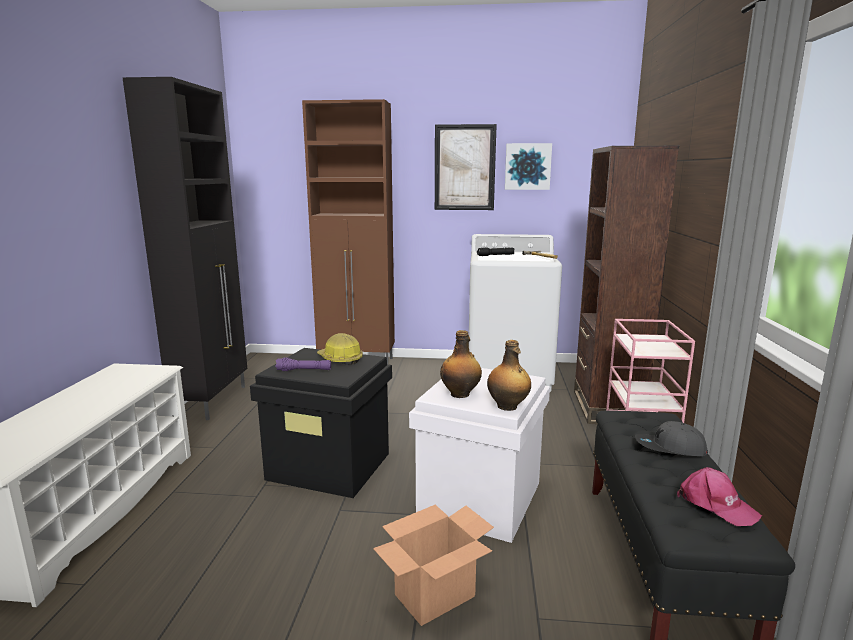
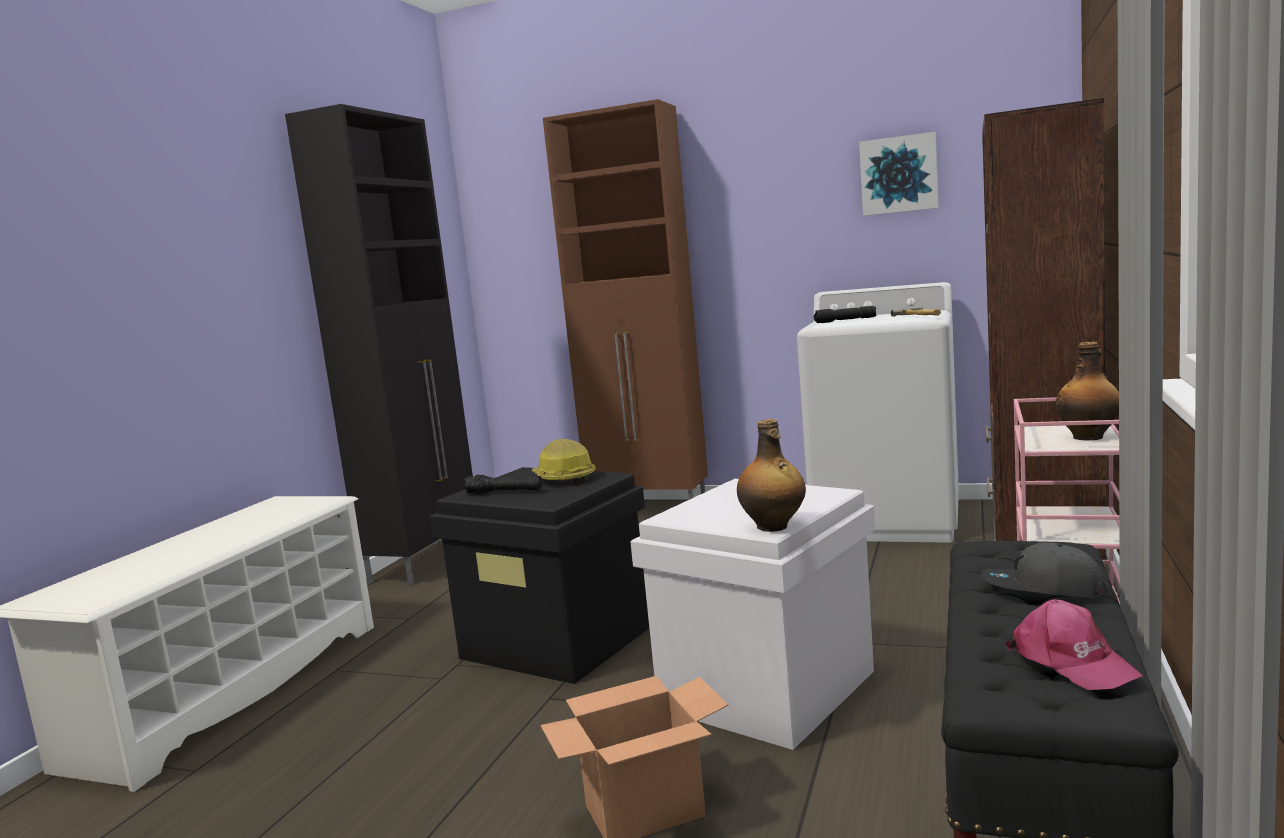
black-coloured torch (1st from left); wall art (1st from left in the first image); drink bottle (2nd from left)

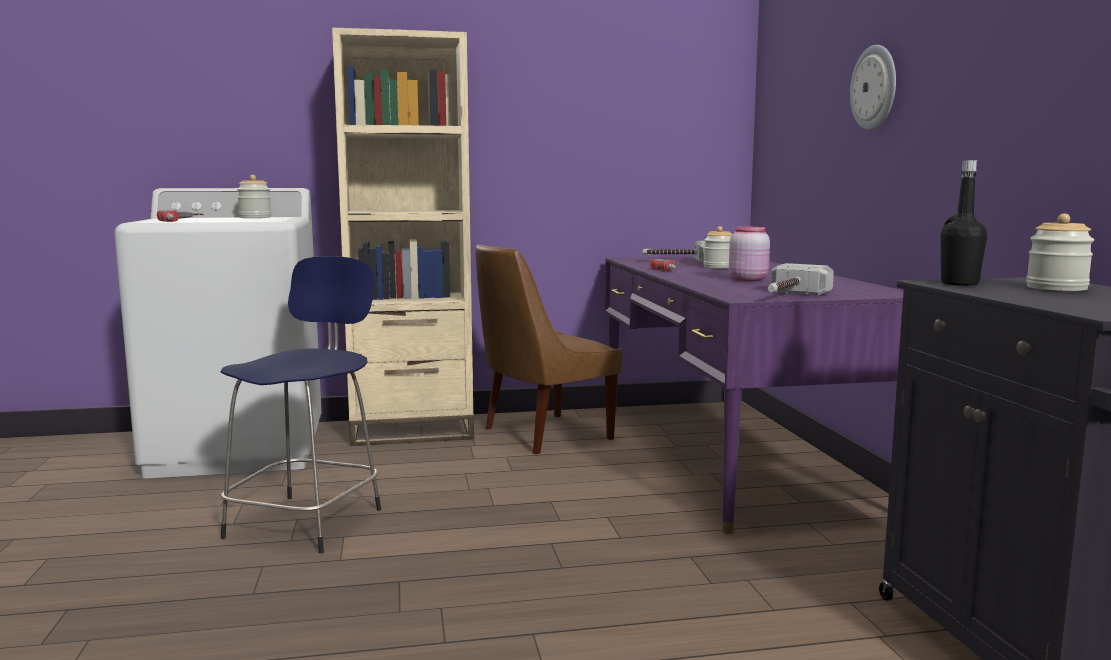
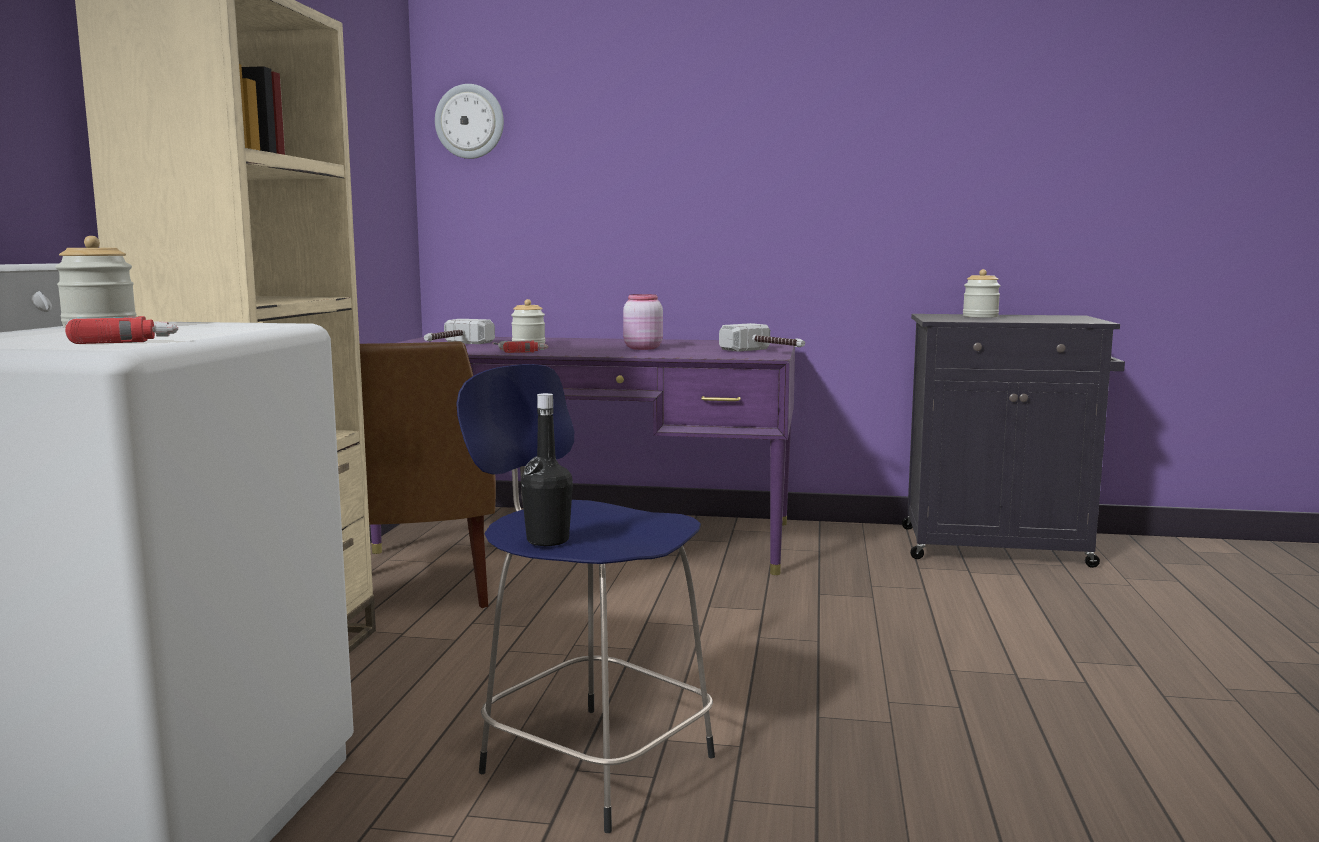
wall clock; black-coloured drink bottle

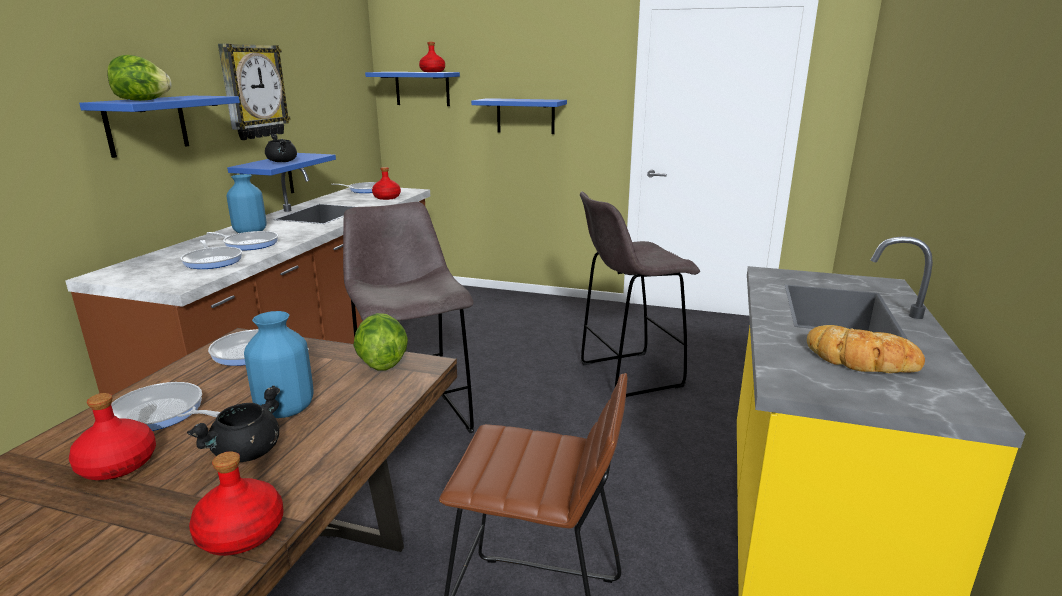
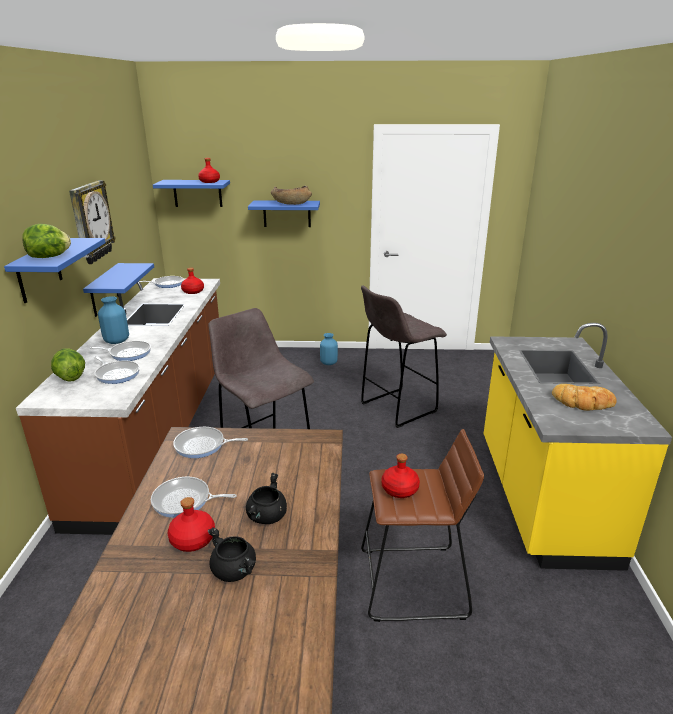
red-coloured drink bottle (4th from left); blue-coloured flower vase (2nd from left); black-coloured cooking pot (1st from left); lettuce (2nd from left); brown-coloured bowl

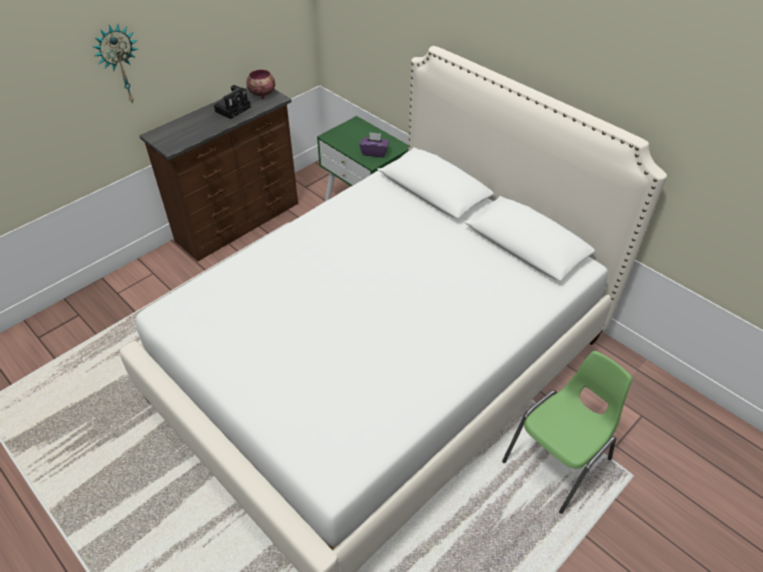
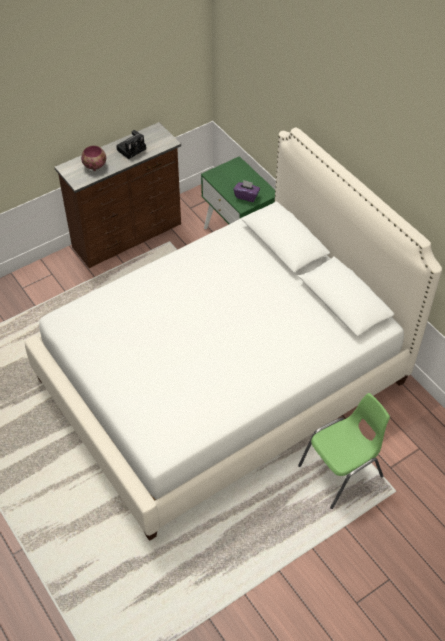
wall clock; bowl

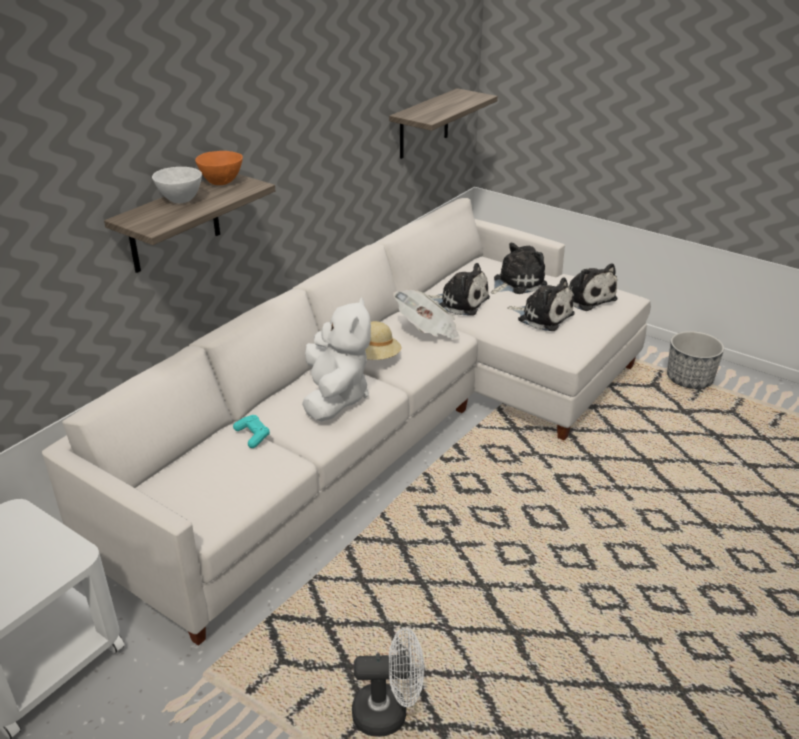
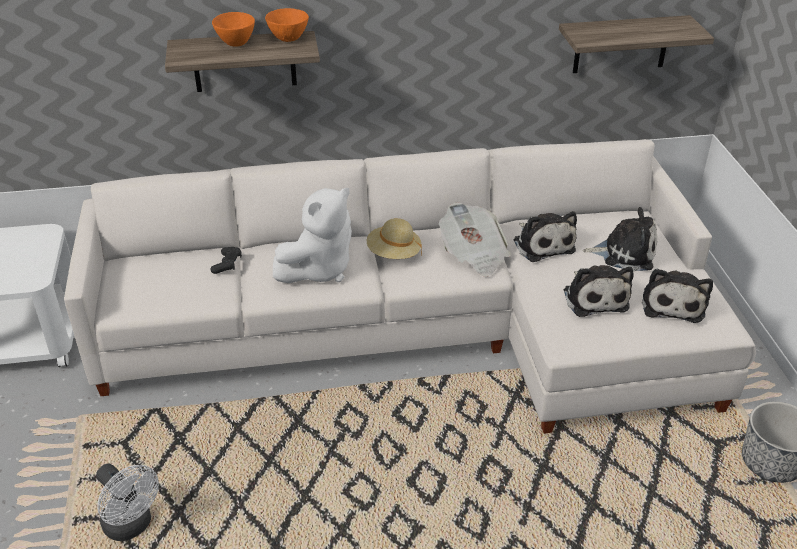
orange bowl (1st from left); black-coloured game controller

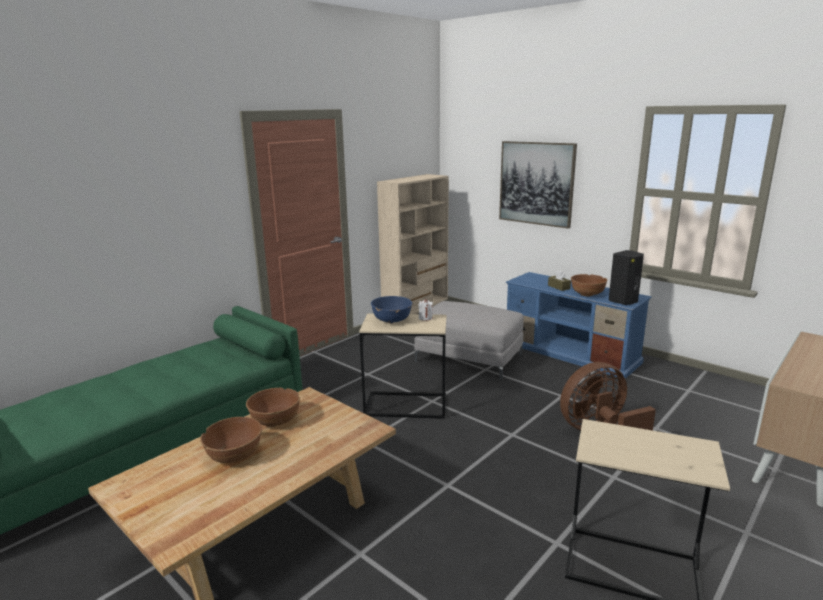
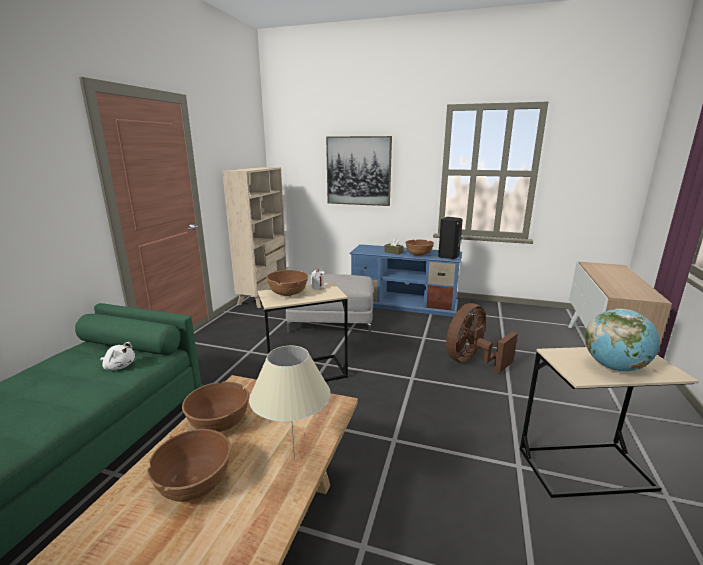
brown-coloured bowl (3rd from left); whitish soft toy; beige tabletop lamp; desk globe

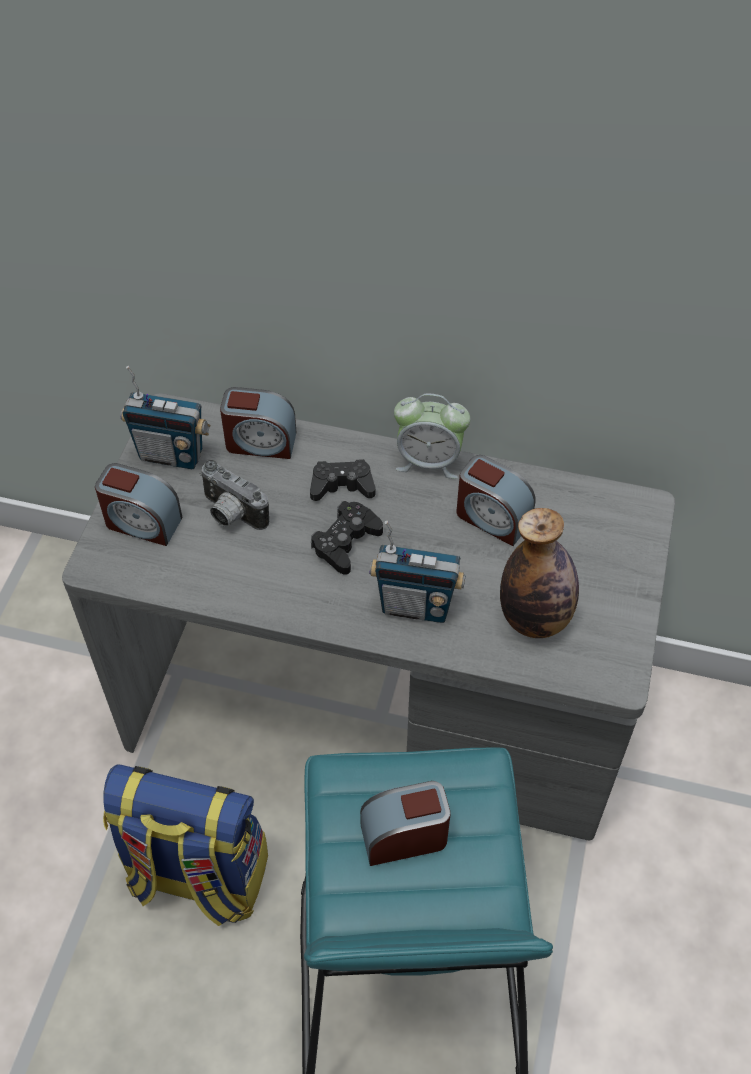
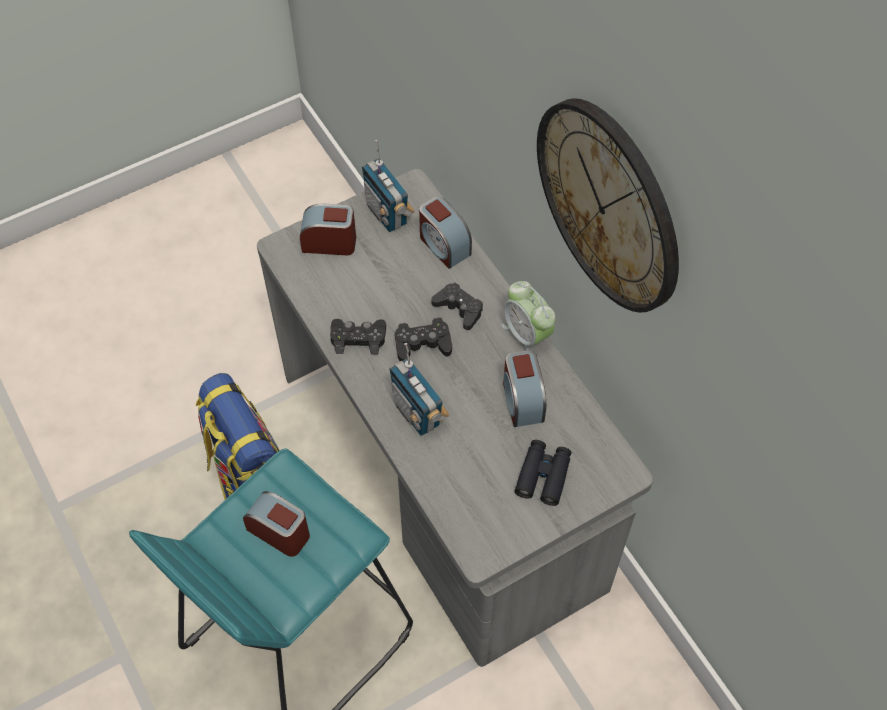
bedside clock (2nd from left); photo camera; drink bottle; black-coloured game controller (1st from left); black-coloured binoculars; wall clock

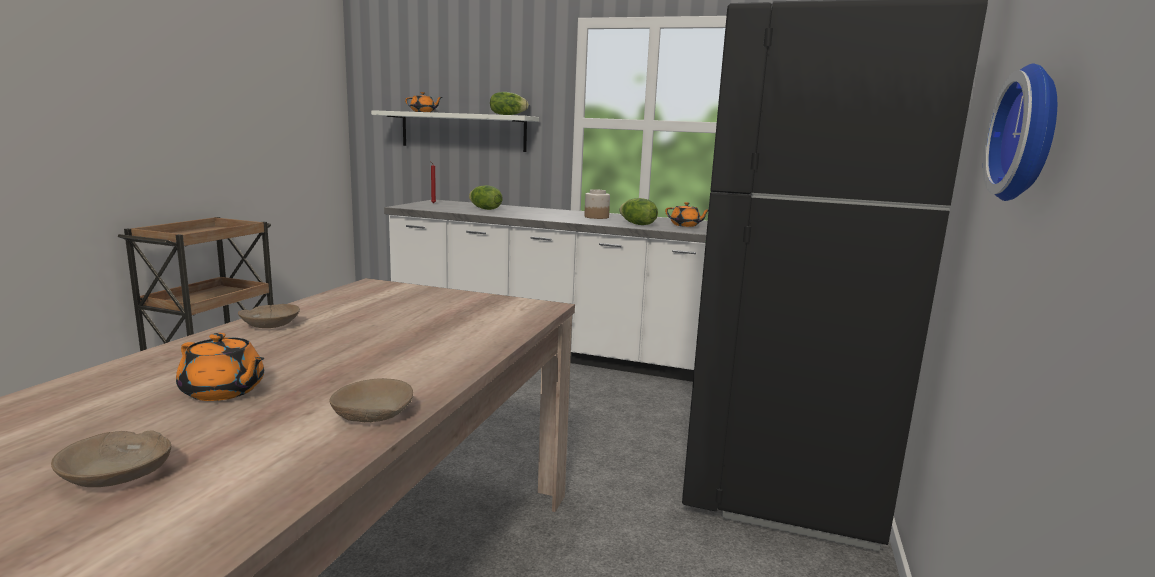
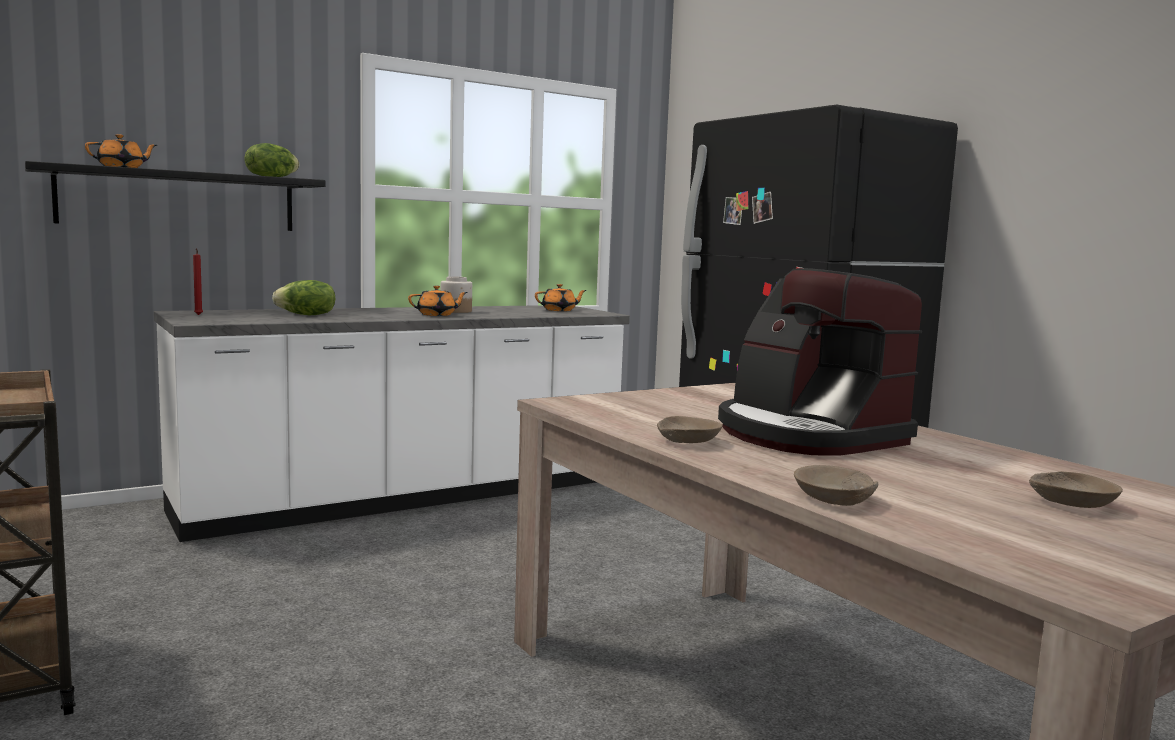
orange pot for tea (2nd from left); beige bowl (2nd from left); black-coloured wall shelf; lettuce (3rd from left in the first image); wall clock; coffee maker

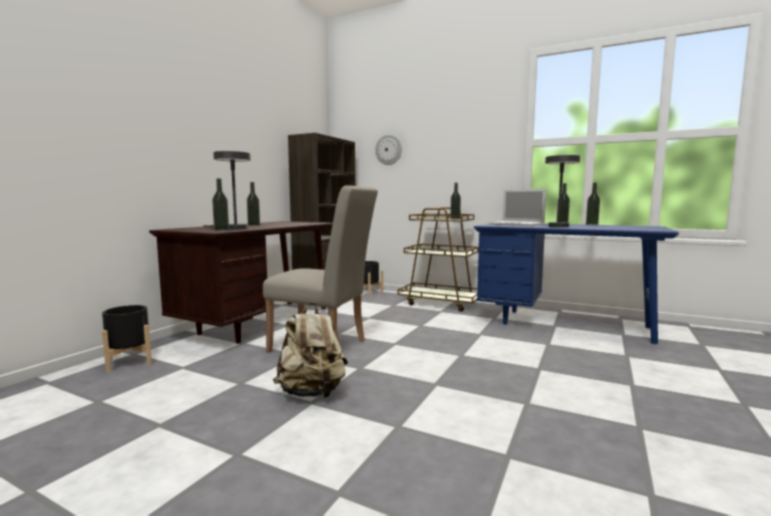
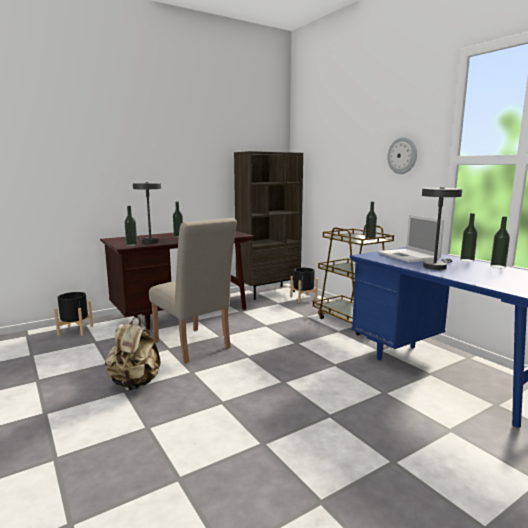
wall clock

